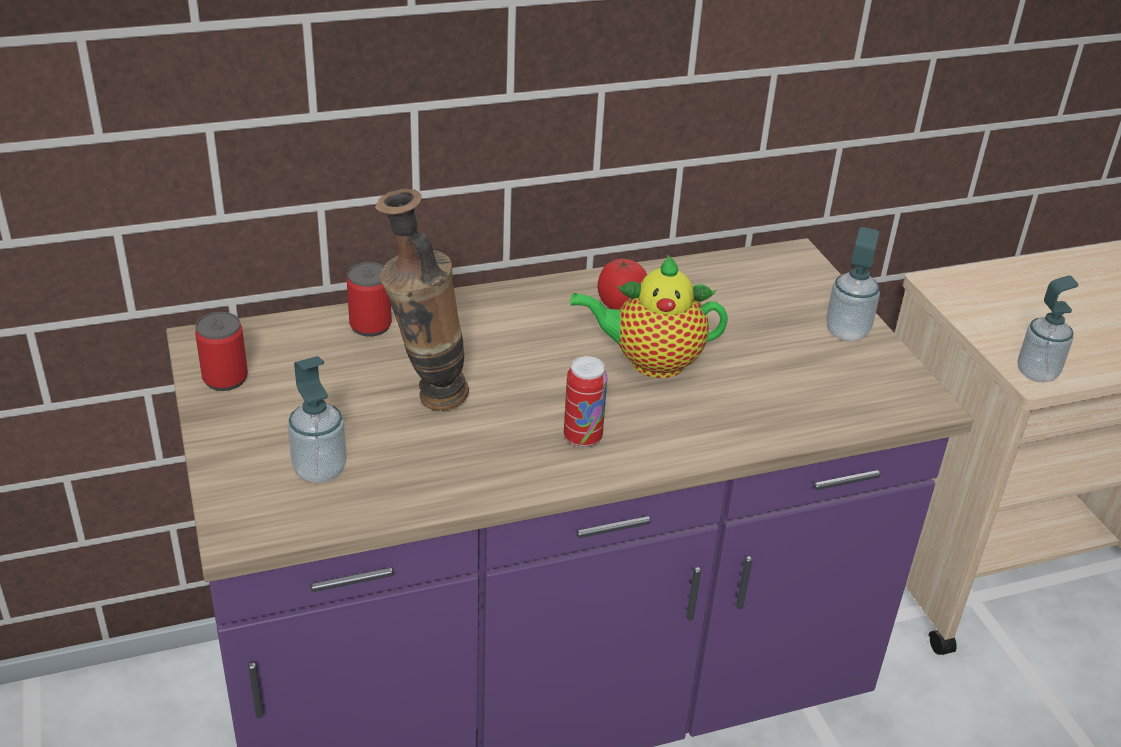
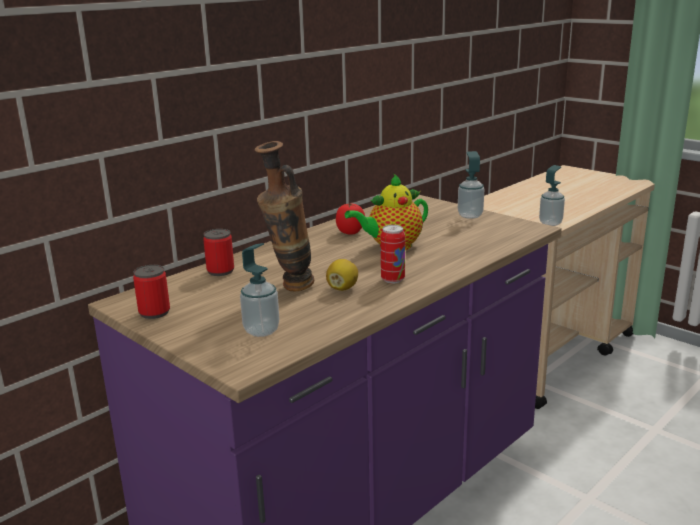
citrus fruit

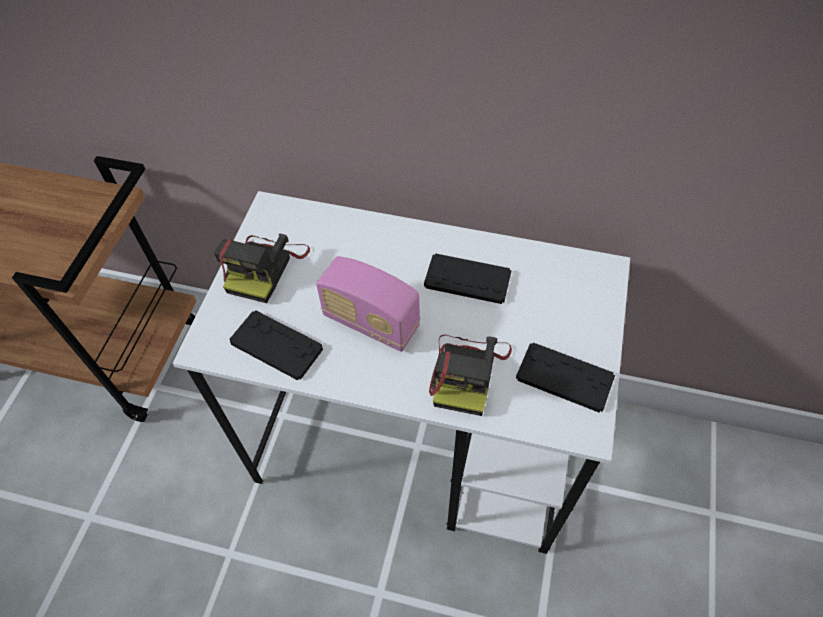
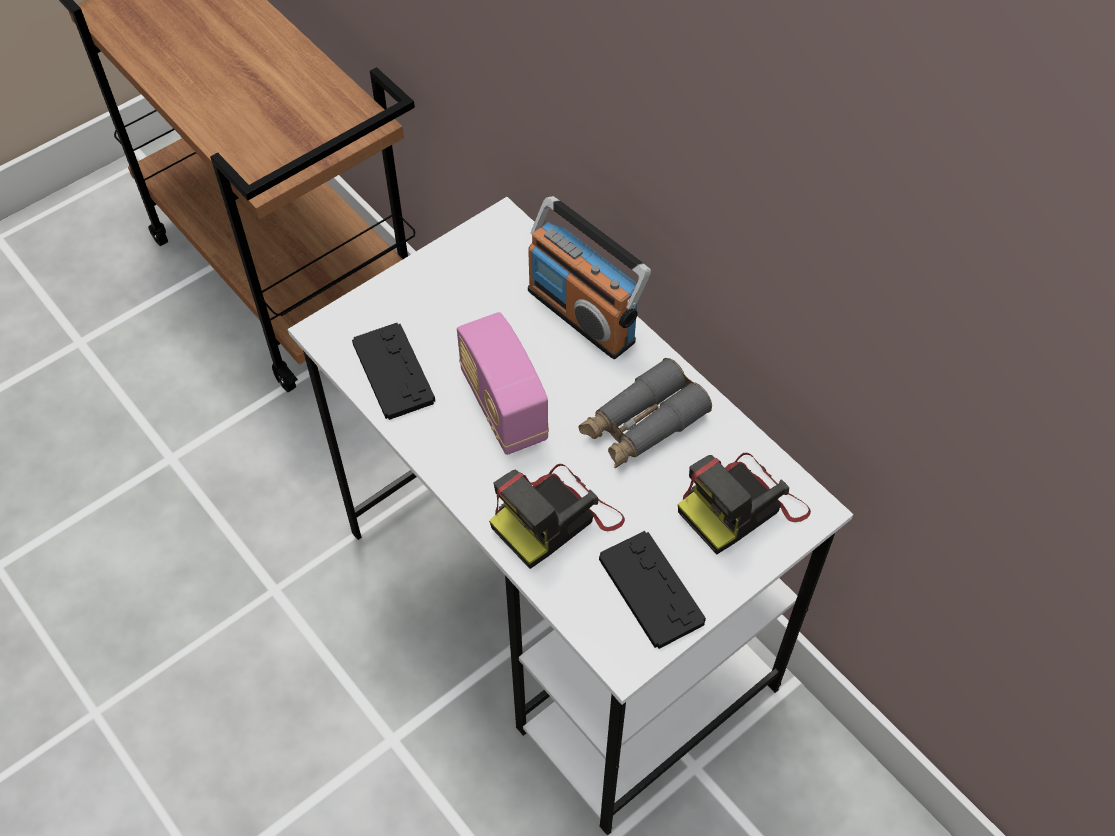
photo camera (2nd from left); greyish binoculars; radio (2nd from left)

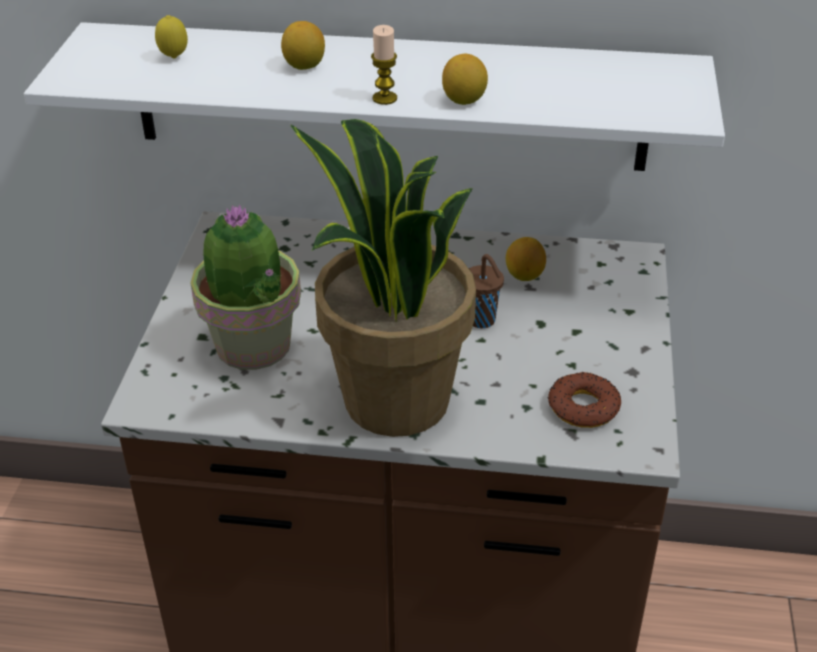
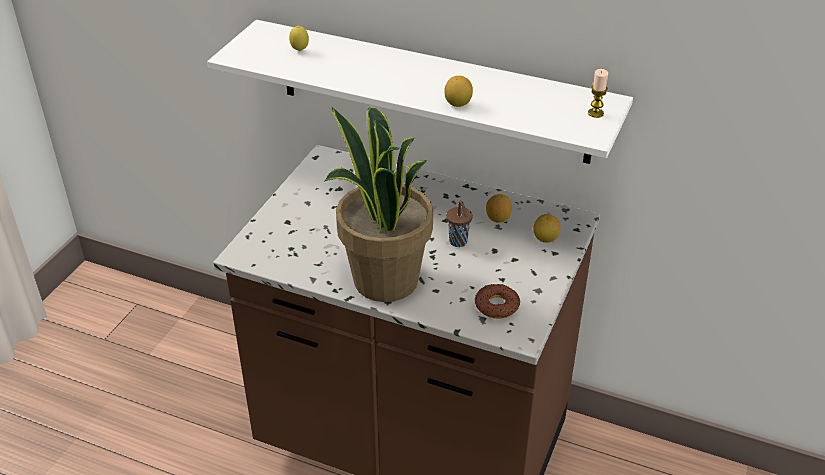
houseplant (1st from left in the first image); citrus fruit (4th from left); wax light

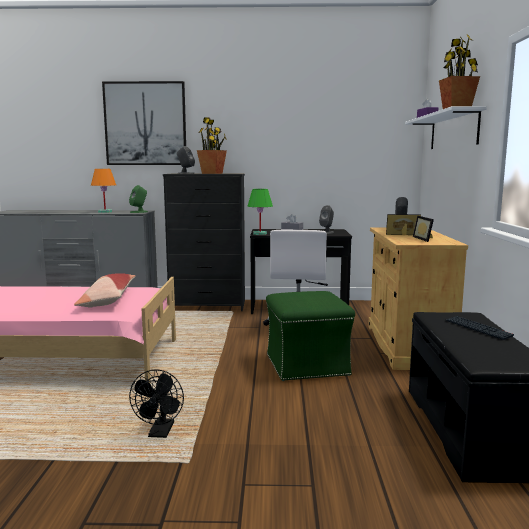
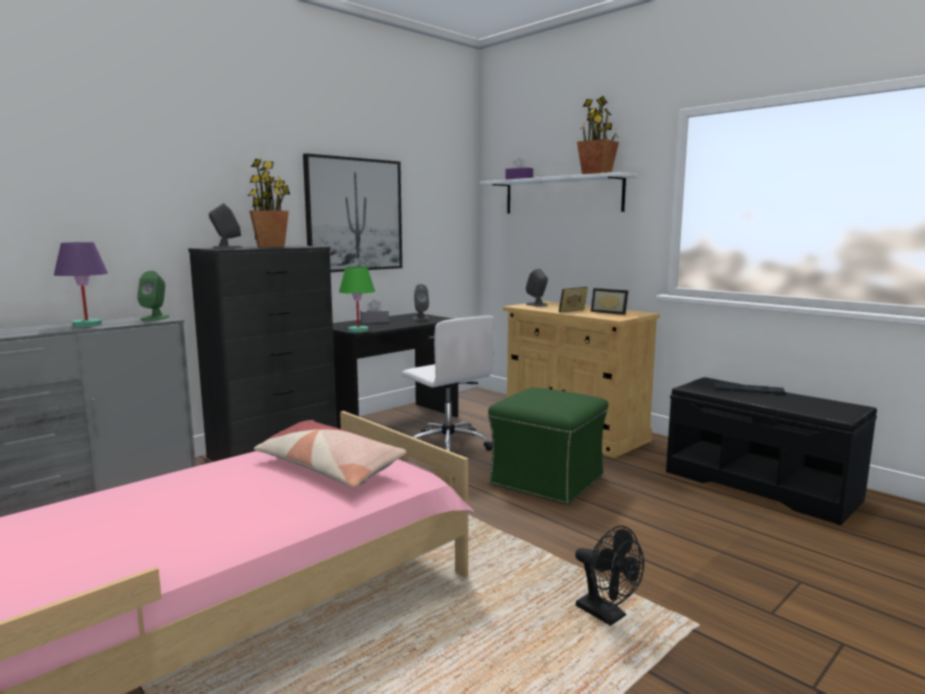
purple tabletop lamp; wall art

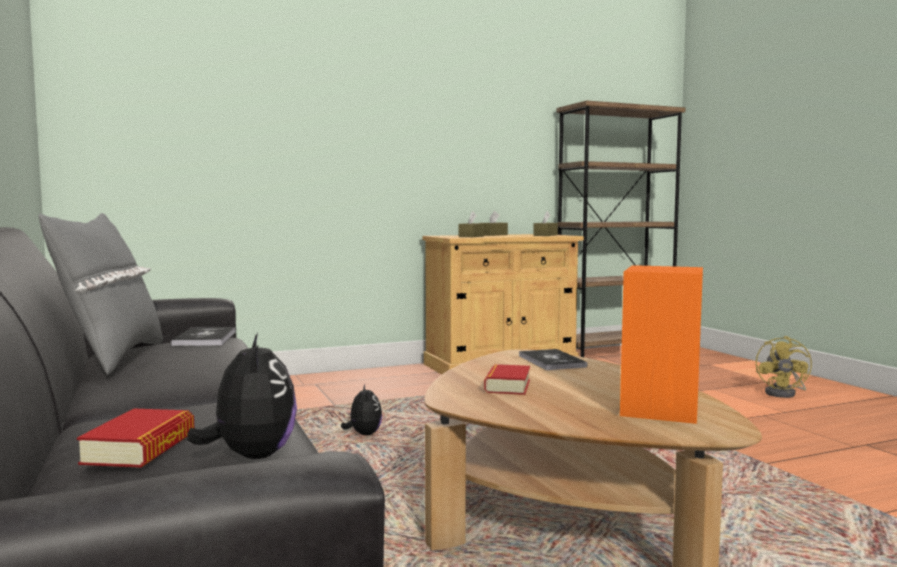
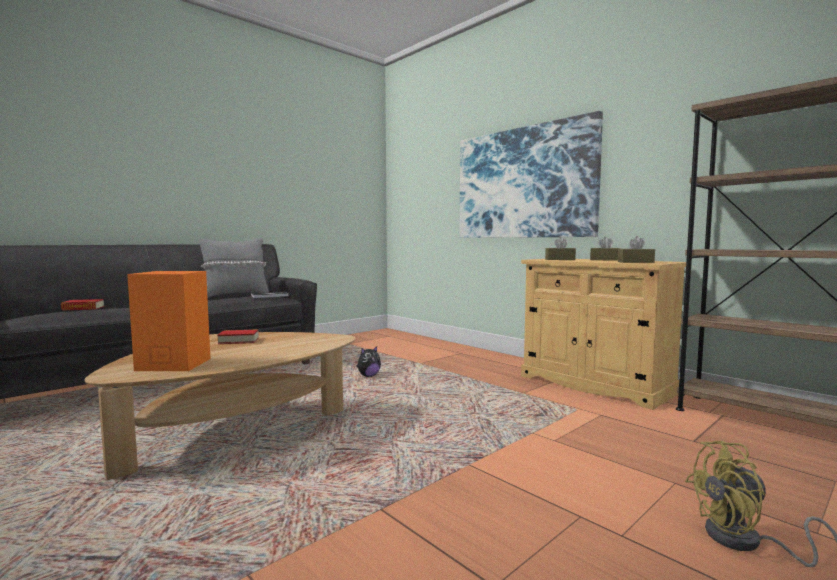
soft toy (1st from left in the first image); bound book (4th from left in the first image); wall art

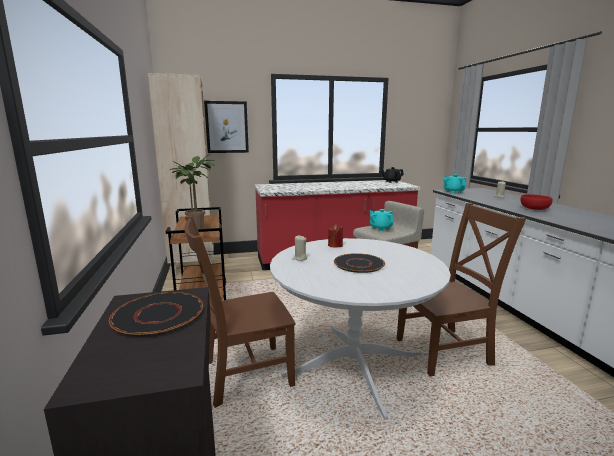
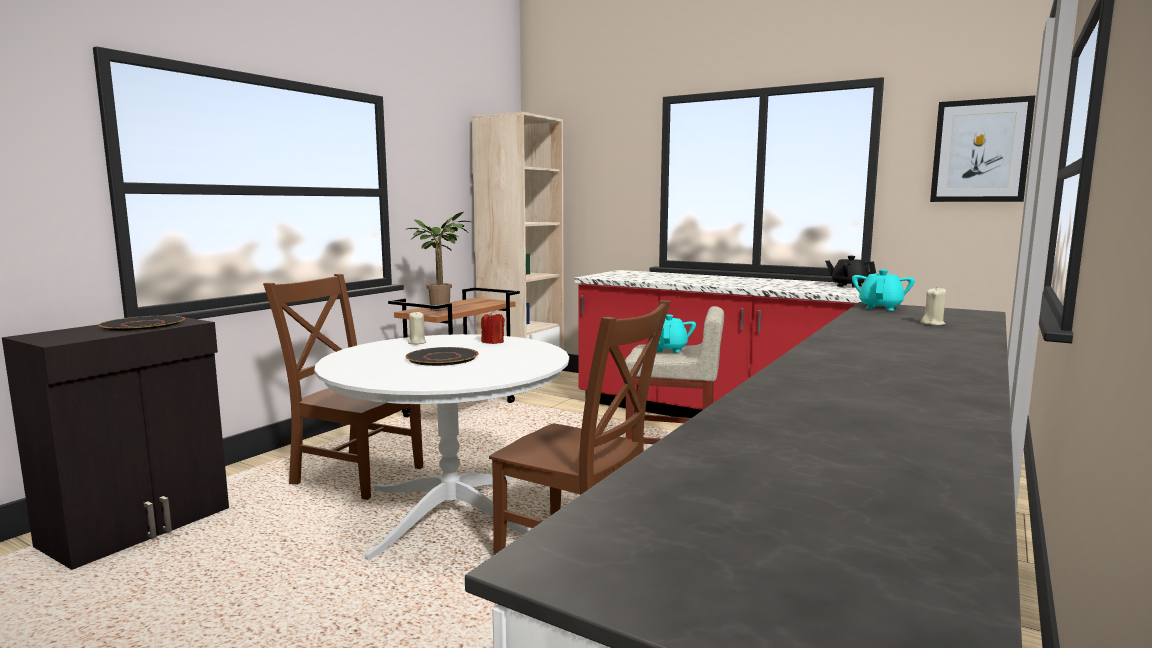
wall art; red-coloured bowl

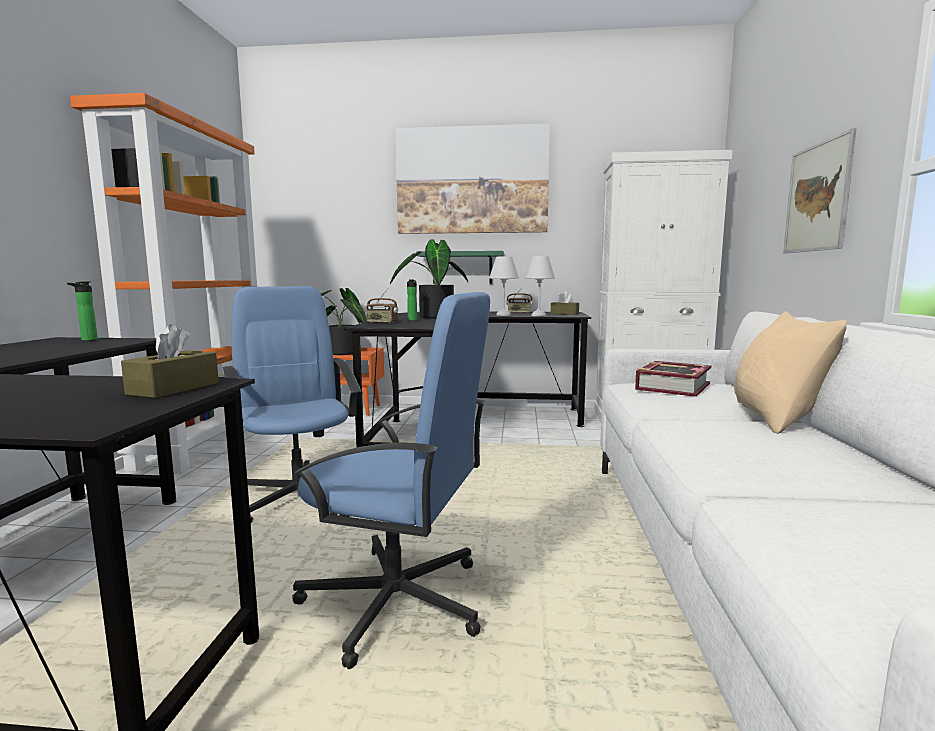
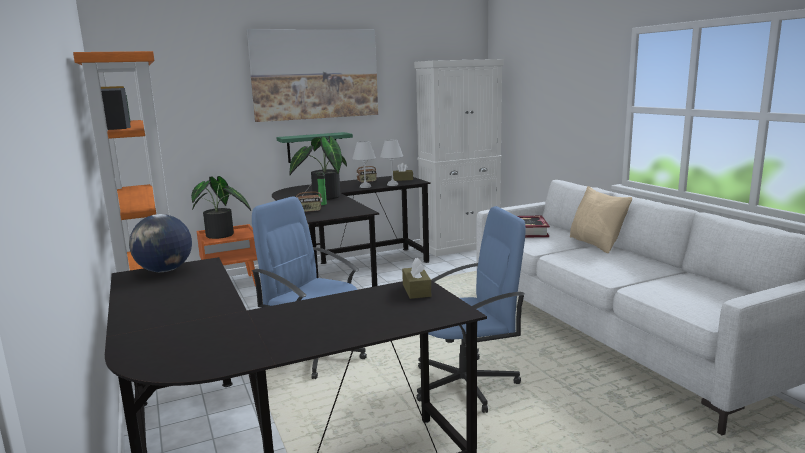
desk globe; wall art (2nd from left in the first image)

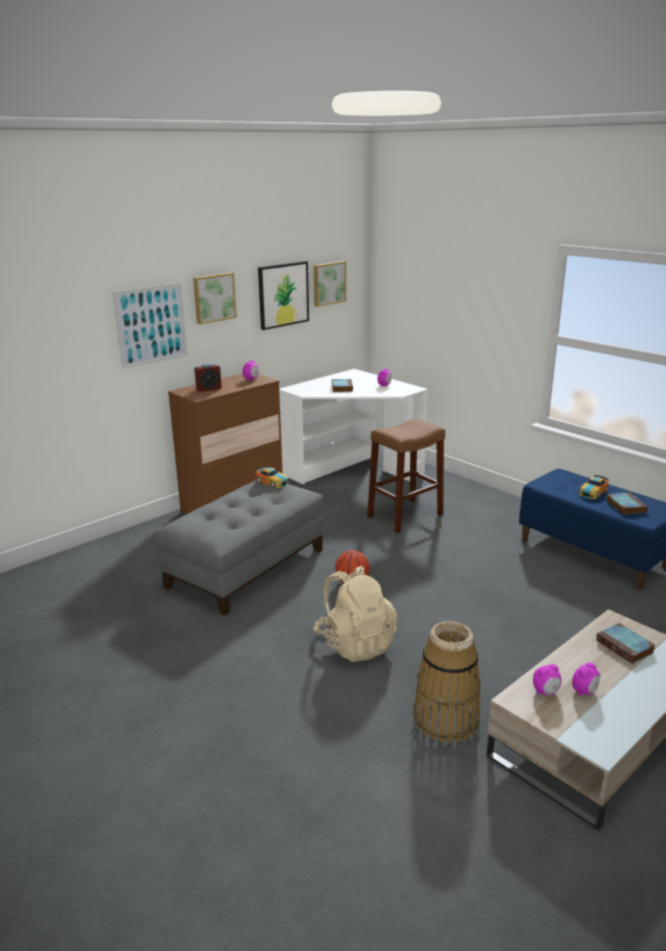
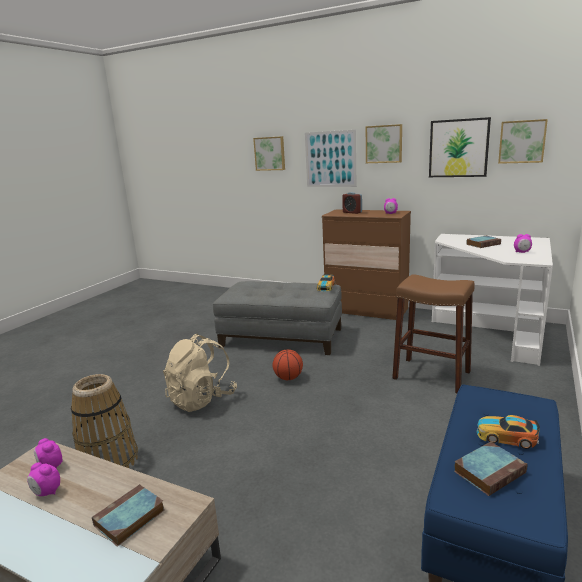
wall art (1st from left)

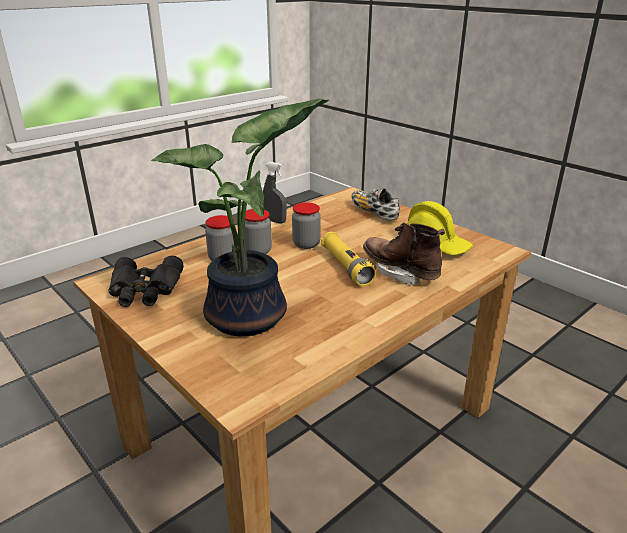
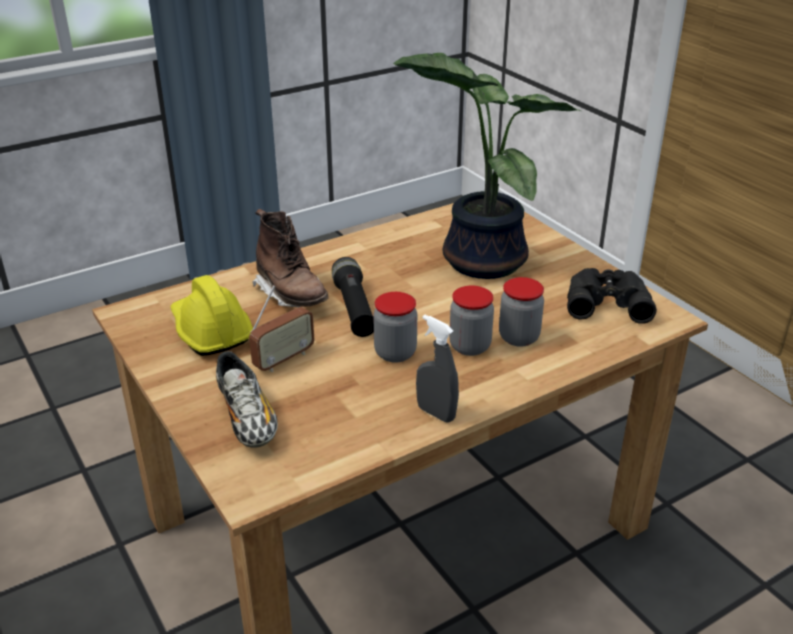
black-coloured torch; radio

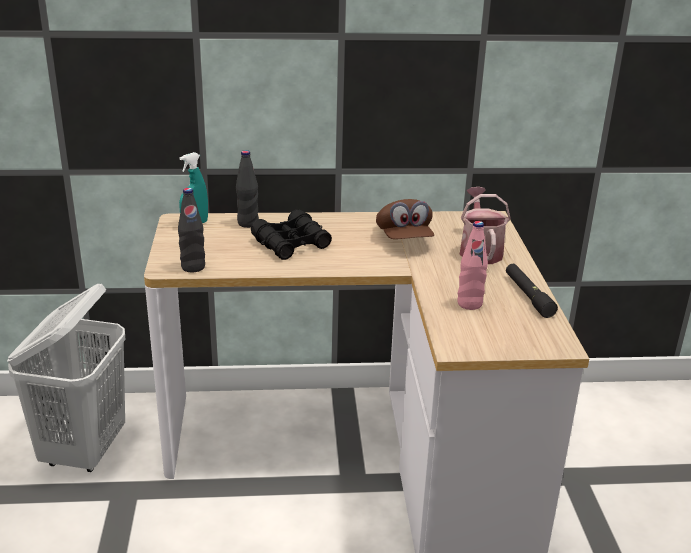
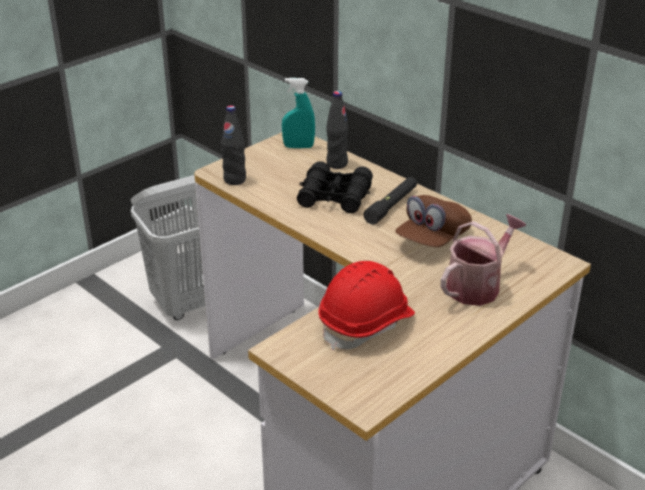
red-coloured work helmet; black-coloured torch

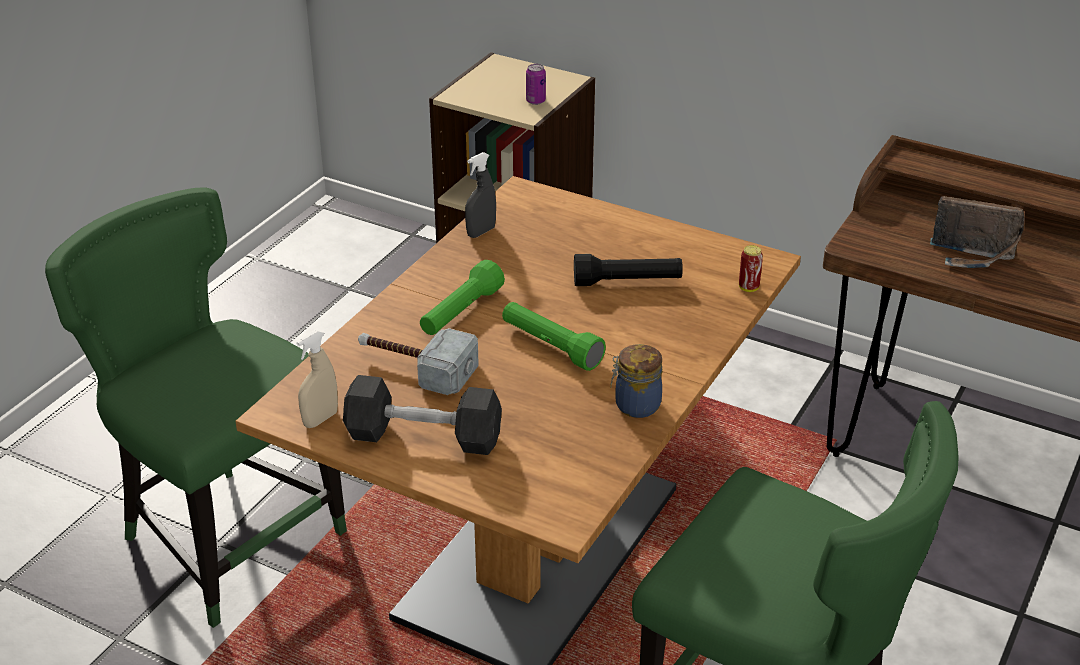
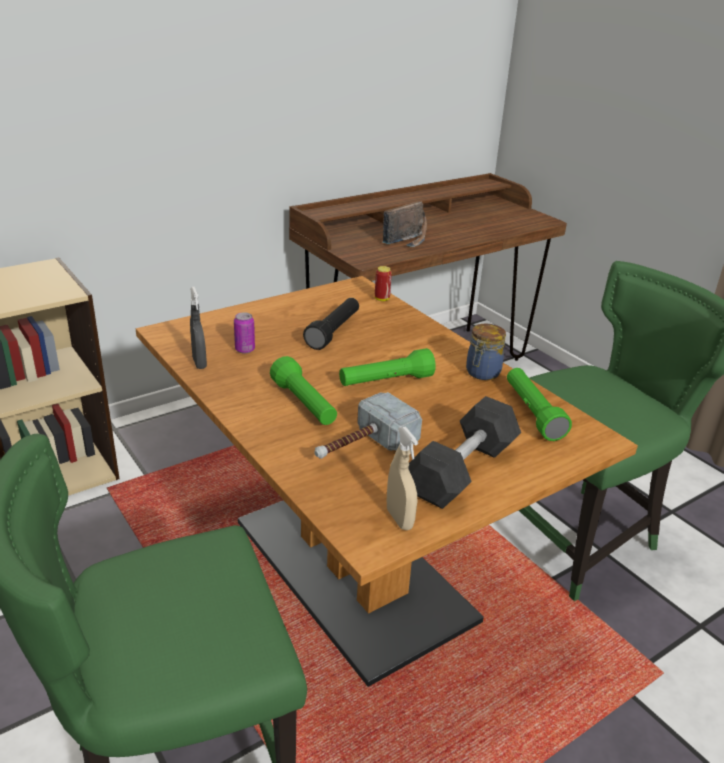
metal can (1st from left); greenish torch (3rd from left)

